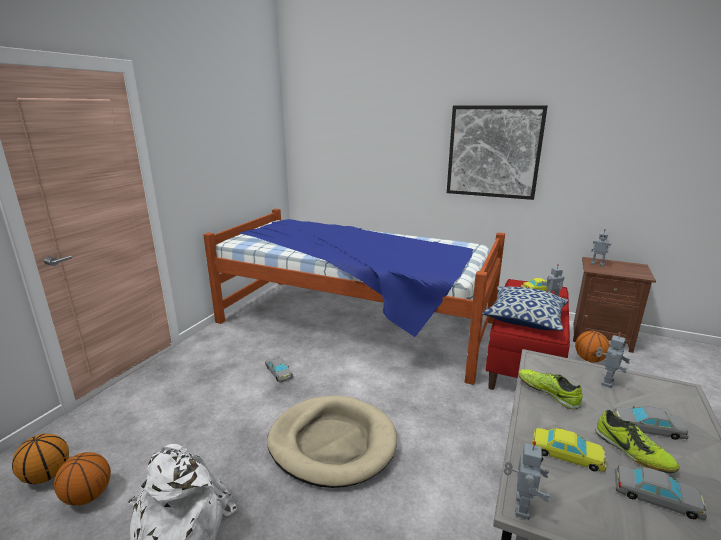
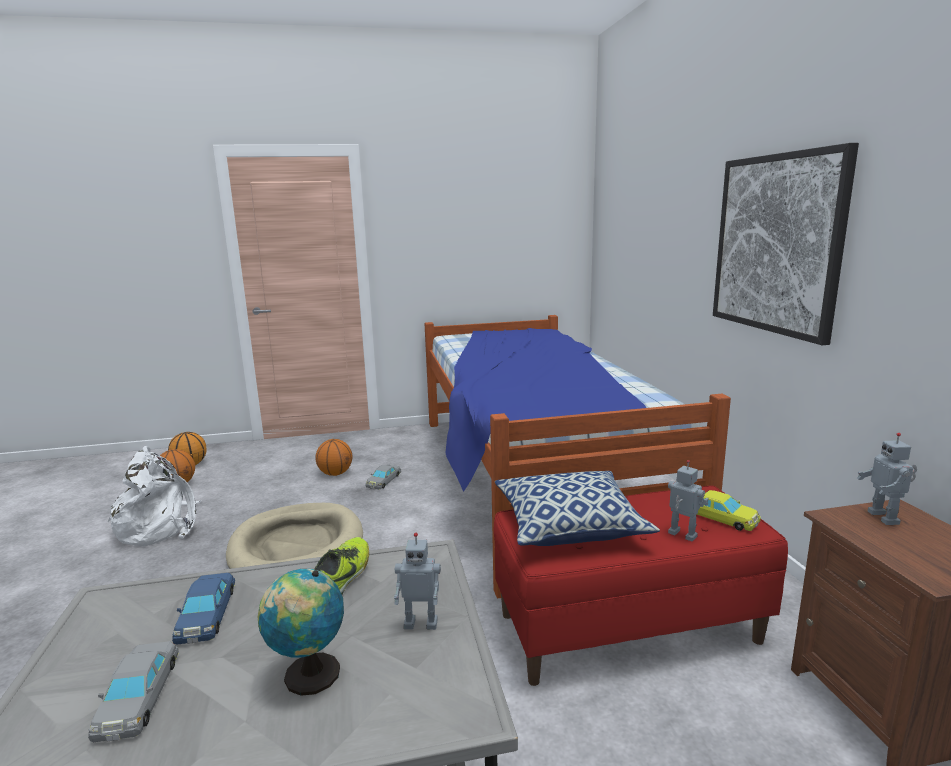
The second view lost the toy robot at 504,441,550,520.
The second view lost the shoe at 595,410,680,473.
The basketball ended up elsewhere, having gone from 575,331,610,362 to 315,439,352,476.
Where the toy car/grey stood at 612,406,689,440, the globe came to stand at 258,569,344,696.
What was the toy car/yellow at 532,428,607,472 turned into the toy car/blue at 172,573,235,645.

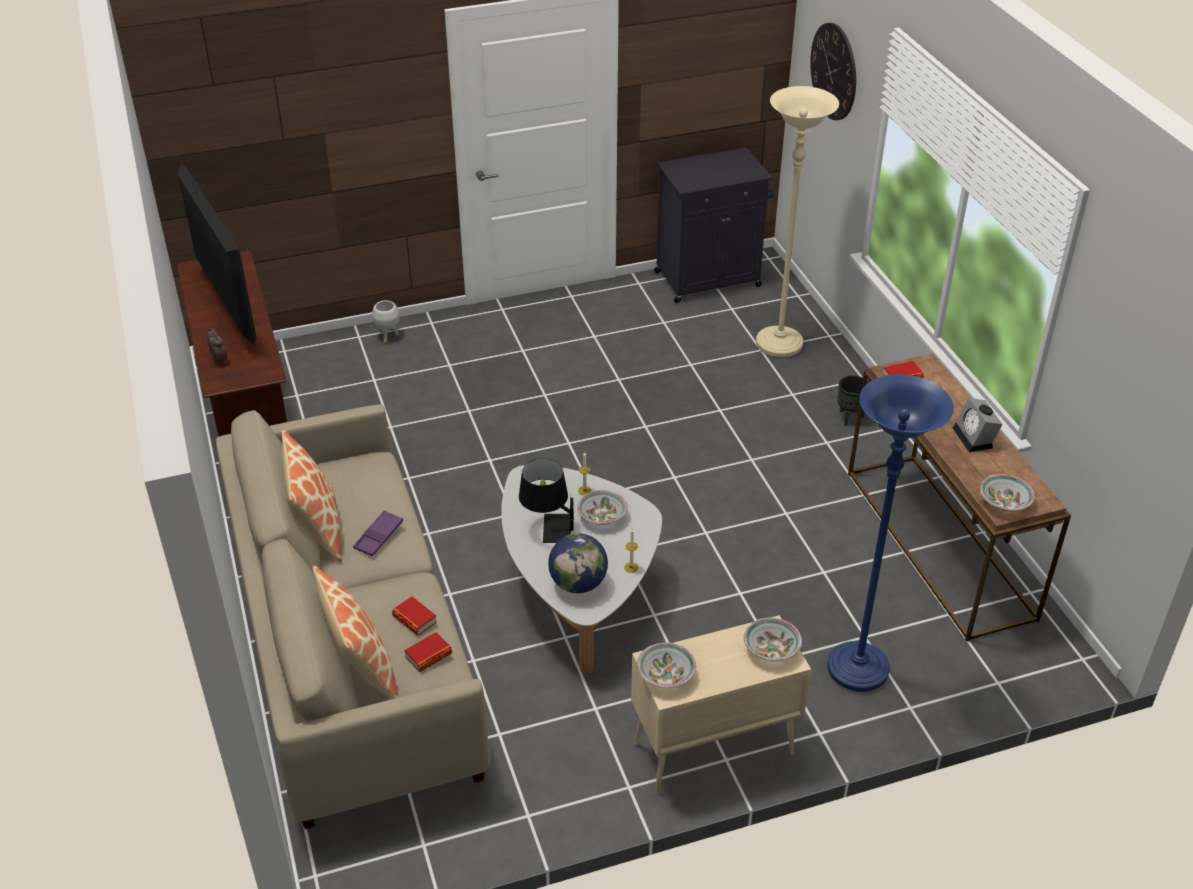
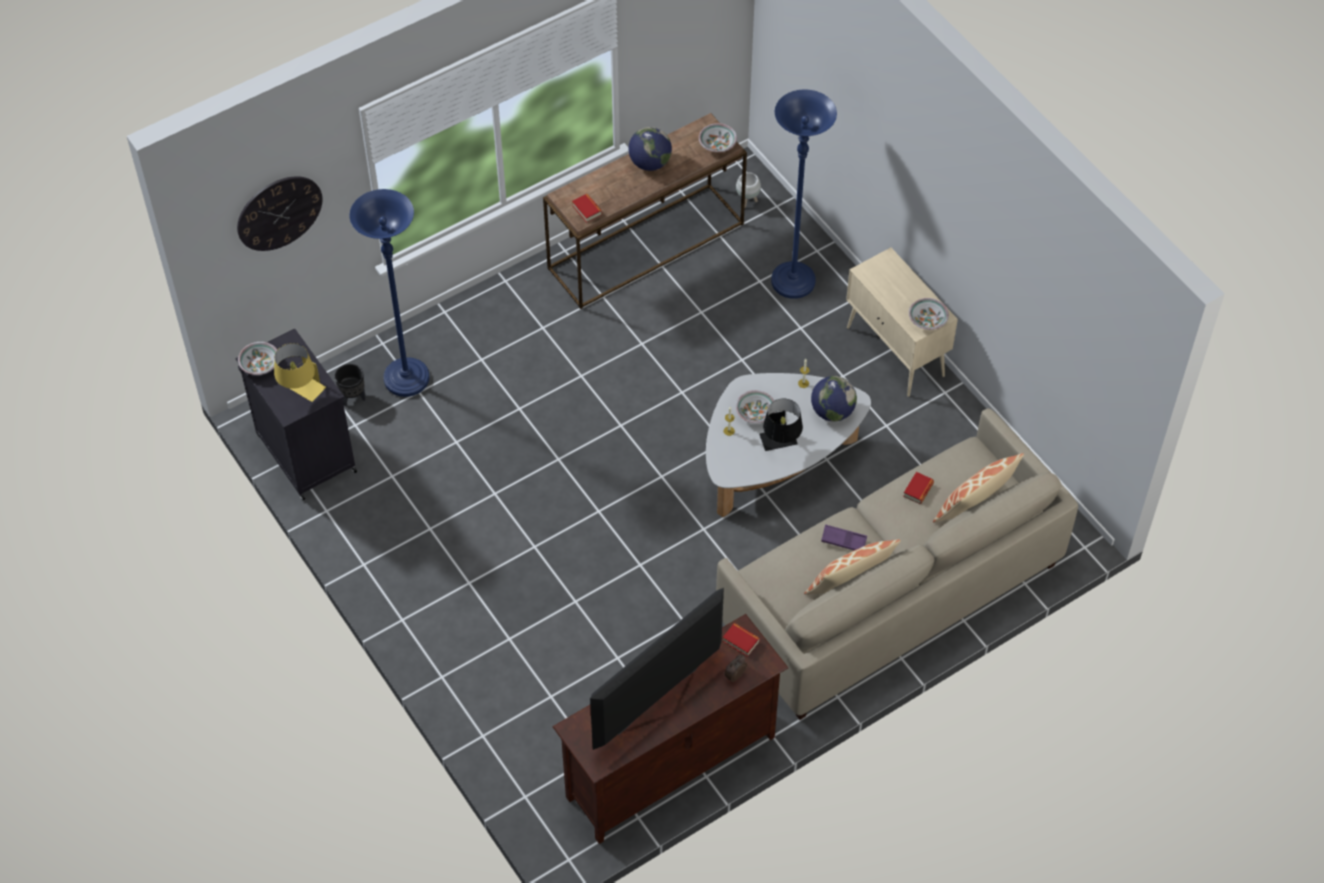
The second view gained the table lamp/yellow at 274,343,326,402.
The planter/white ended up elsewhere, having gone from 372,300,400,343 to 736,172,761,209.
The book ended up elsewhere, having gone from 404,632,452,672 to 723,623,760,657.
The bowl ended up elsewhere, having gone from 743,618,802,662 to 238,342,277,375.
The planter/black ended up elsewhere, having gone from 837,375,869,426 to 335,364,366,406.
Where the alarm clock stood at 953,398,1003,452, the globe came to stand at 628,127,672,171.
What was the floor lamp/beige at 756,86,839,357 turned into the floor lamp/blue at 349,189,430,397.

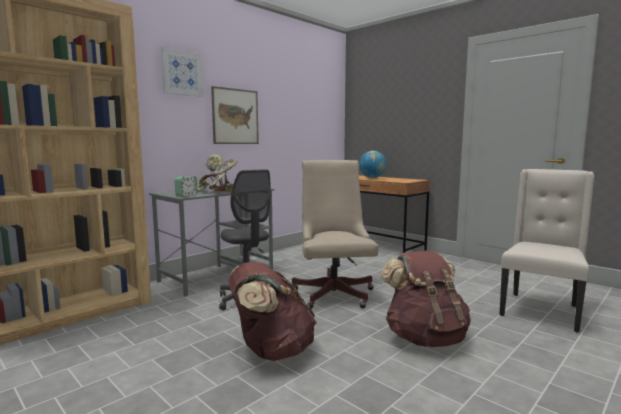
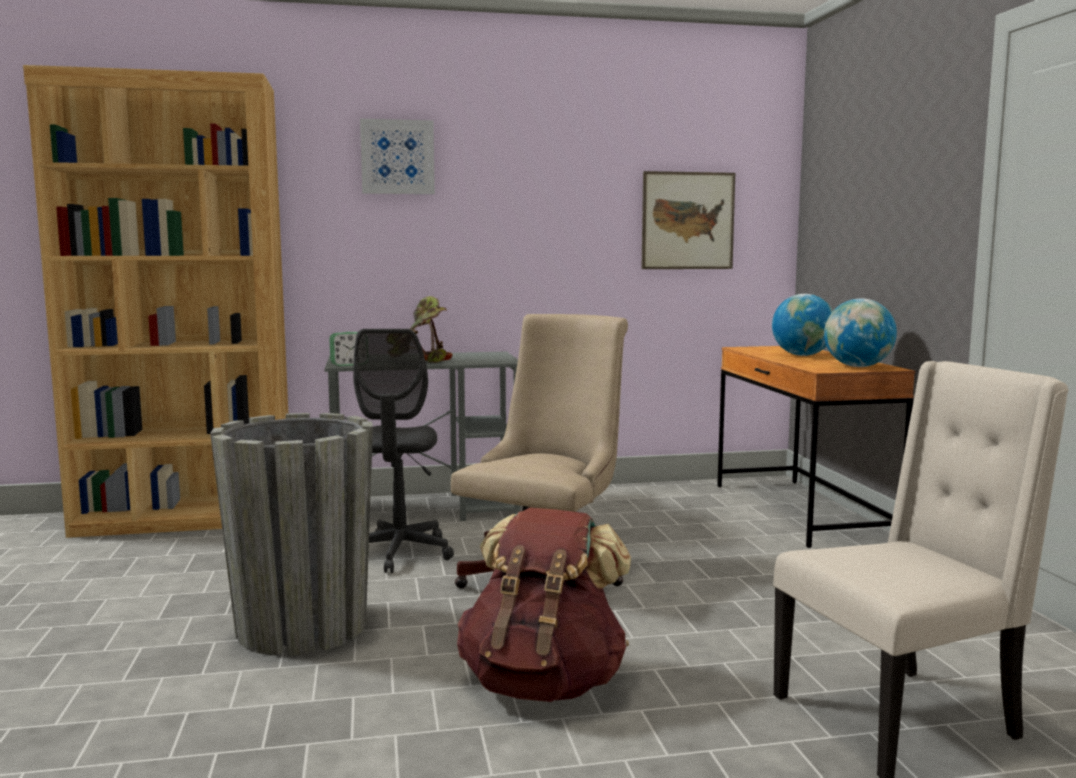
The second view gained the globe at 824,298,897,367.
The picture ended up elsewhere, having gone from 211,86,259,144 to 641,171,735,269.
Where the backpack/brown stood at 228,262,317,361, the planter/grey came to stand at 210,413,373,656.

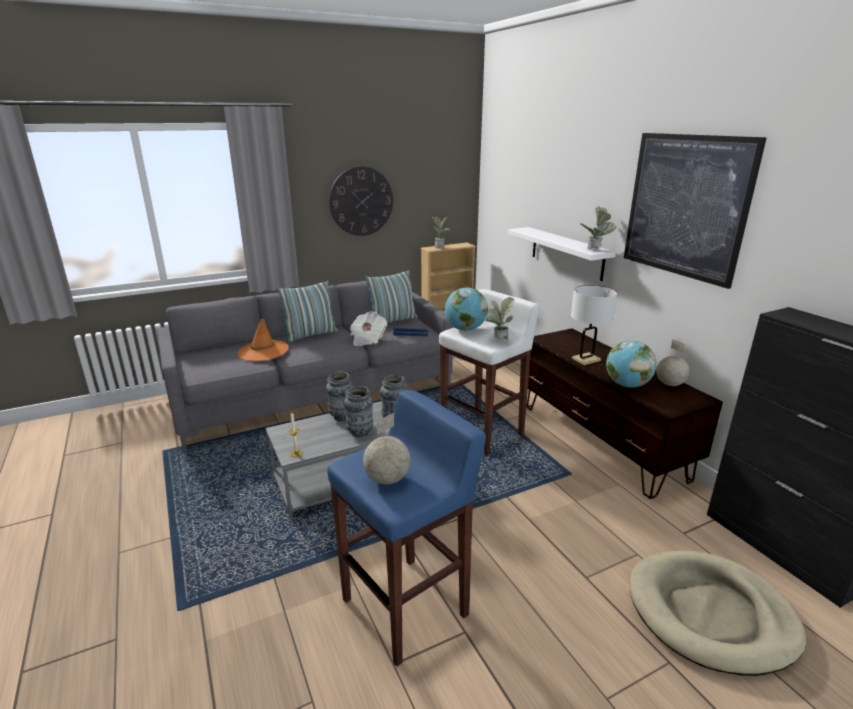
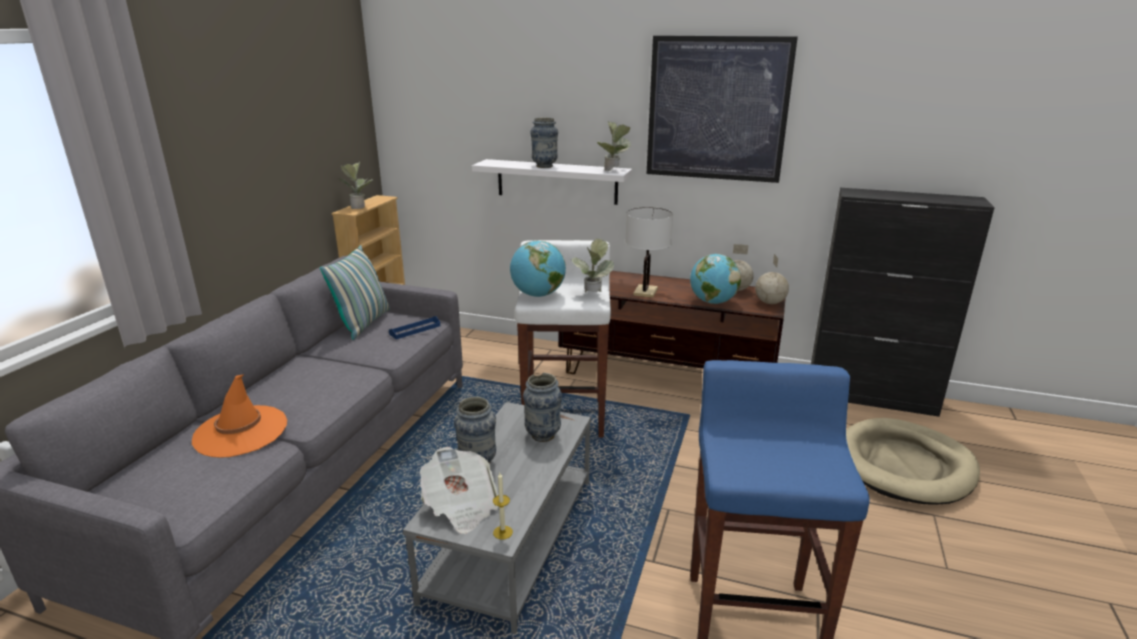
The second view lost the pillow at 277,281,338,343.
The second view lost the wall clock at 329,166,393,236.
The vase ended up elsewhere, having gone from 344,386,373,438 to 530,118,558,168.
The newspaper ended up elsewhere, having gone from 350,311,387,346 to 420,447,499,534.
The globe ended up elsewhere, having gone from 363,413,410,484 to 755,254,789,304.

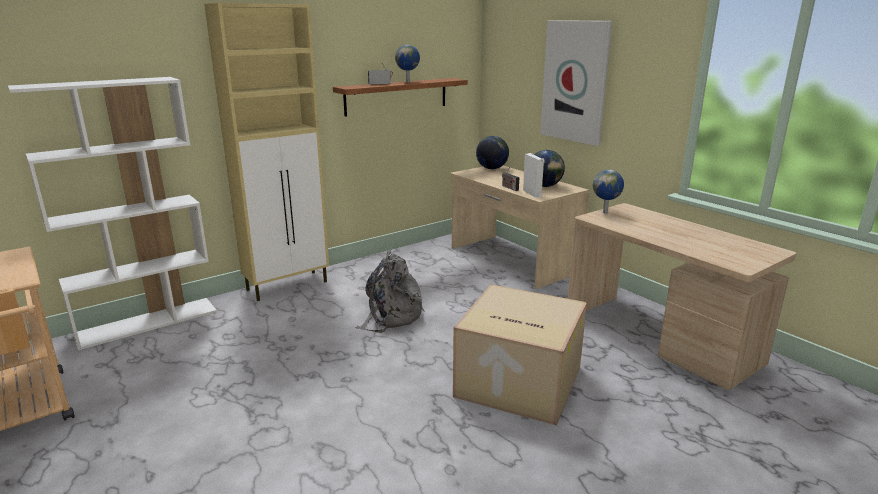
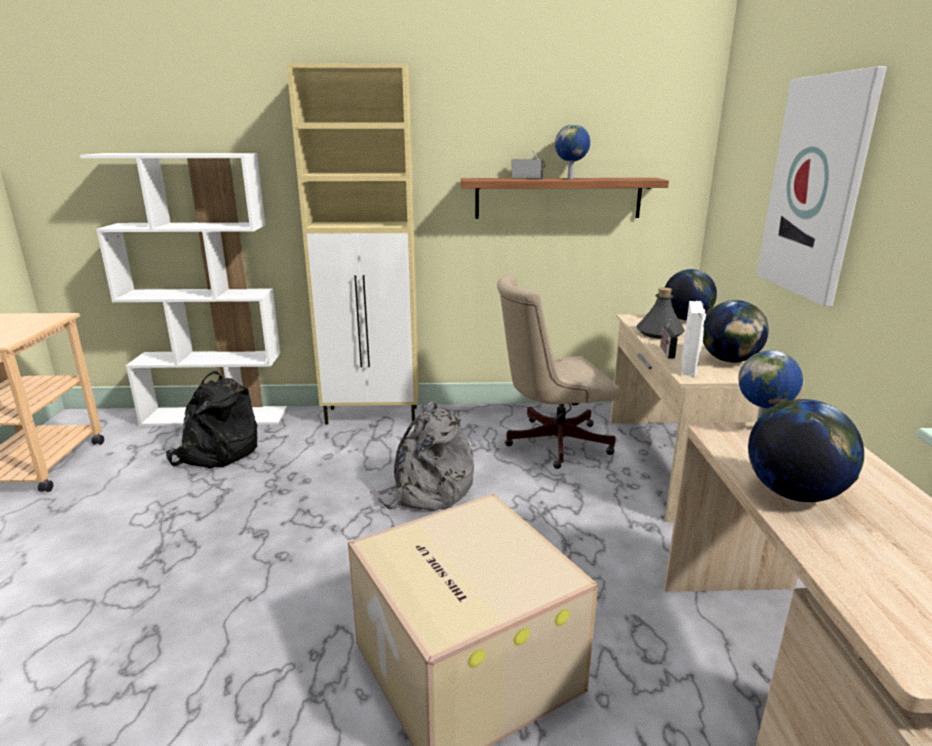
The second view gained the backpack/black at 166,371,257,469.
The second view gained the office chair/beige at 497,274,620,469.
The second view gained the bottle/grey at 637,287,685,339.
The second view gained the globe at 748,399,864,502.

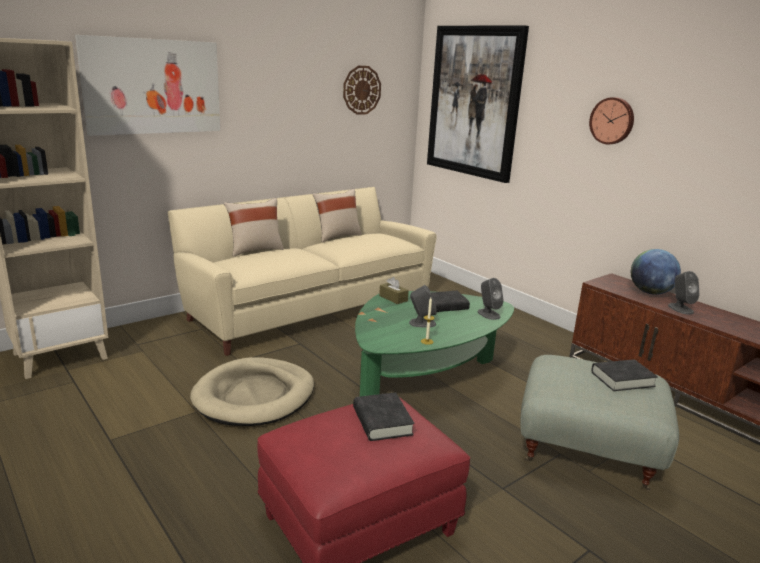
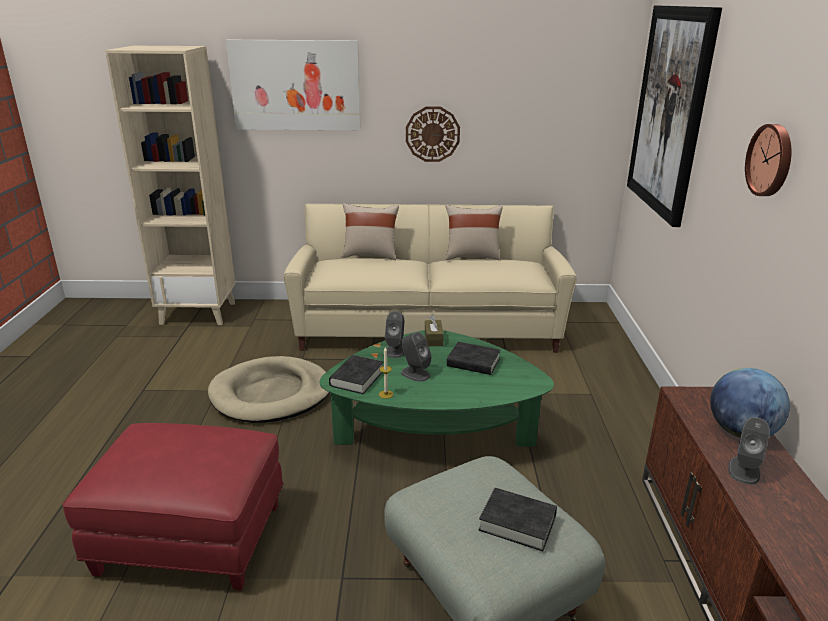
The wall clock ended up elsewhere, having gone from 343,66,381,115 to 406,107,460,162.
The book/black ended up elsewhere, having gone from 353,392,414,441 to 329,355,384,394.
The speaker/grey ended up elsewhere, having gone from 477,278,504,320 to 385,311,404,358.

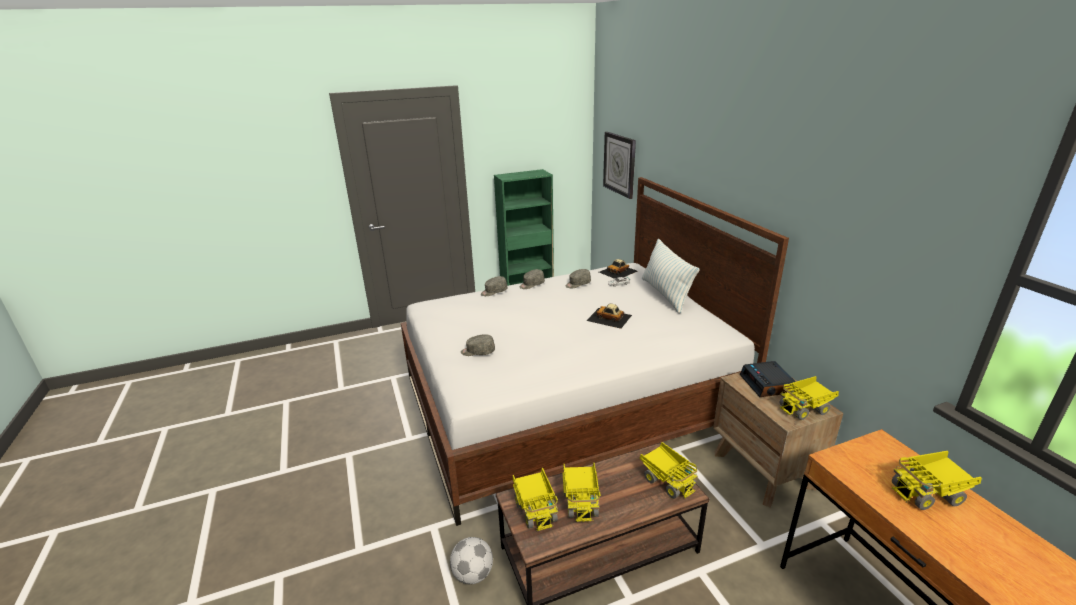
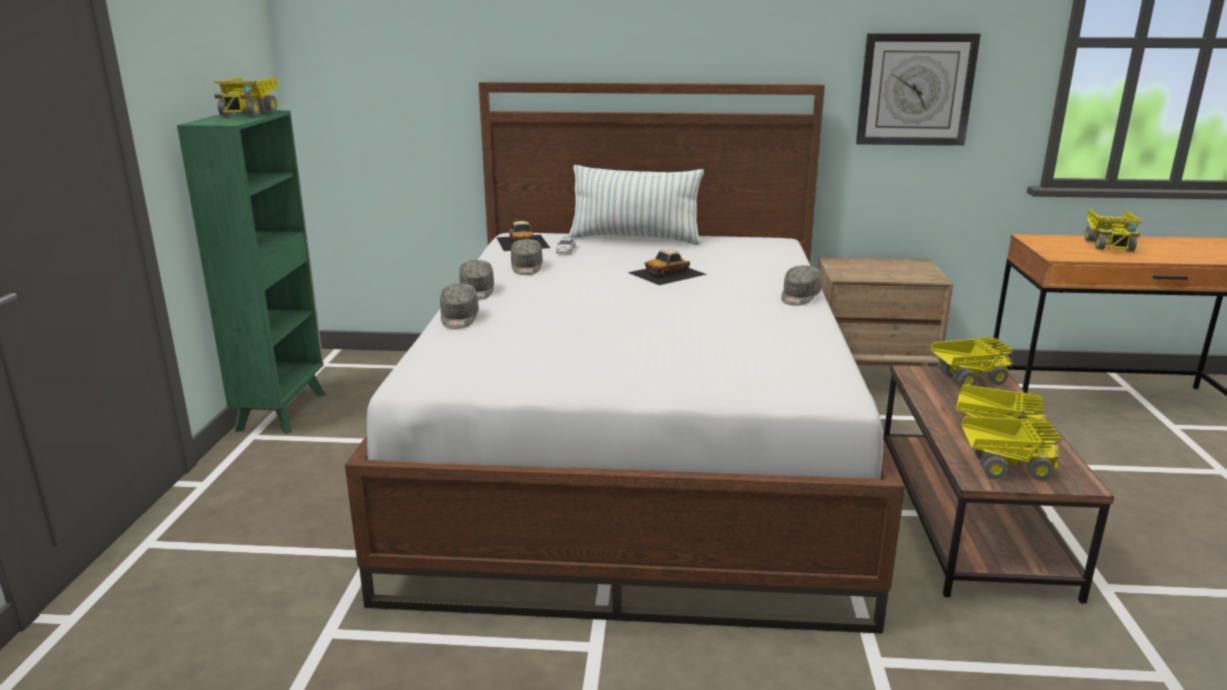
The second view lost the football at 450,537,493,584.
The second view lost the alarm clock at 740,361,796,397.
The cap/grey ended up elsewhere, having gone from 461,334,495,356 to 781,265,821,306.
The wall clock ended up elsewhere, having gone from 603,132,636,199 to 856,33,981,146.
The toy truck ended up elsewhere, having gone from 780,376,839,420 to 213,78,278,117.

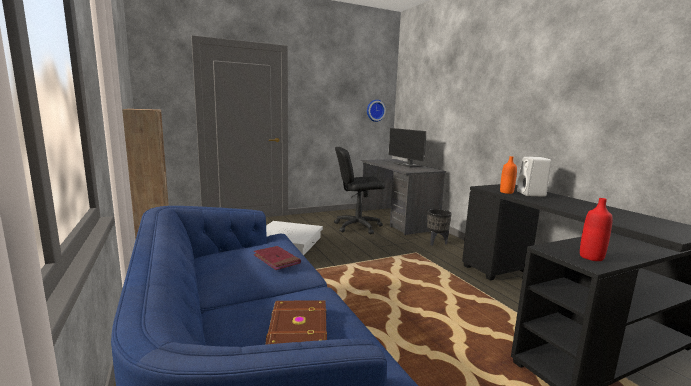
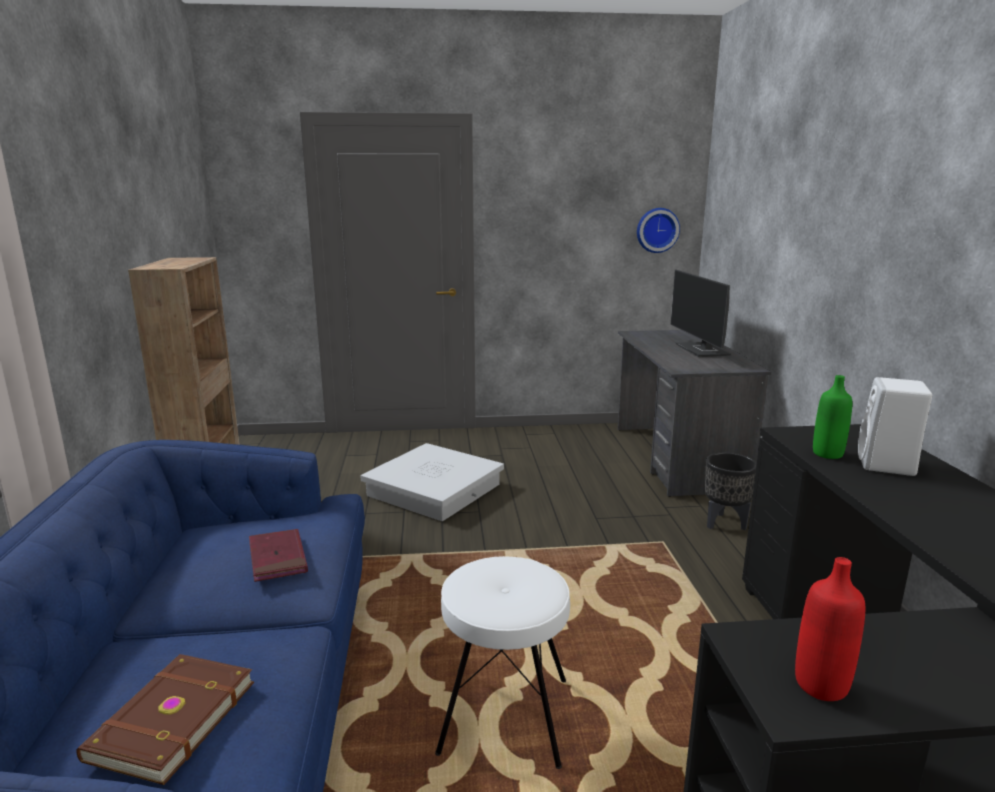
The second view lost the office chair/black at 334,147,385,234.
The second view gained the stool/white at 435,556,570,769.
What was the bottle/orange at 500,156,517,194 turned into the bottle/green at 813,375,852,459.

